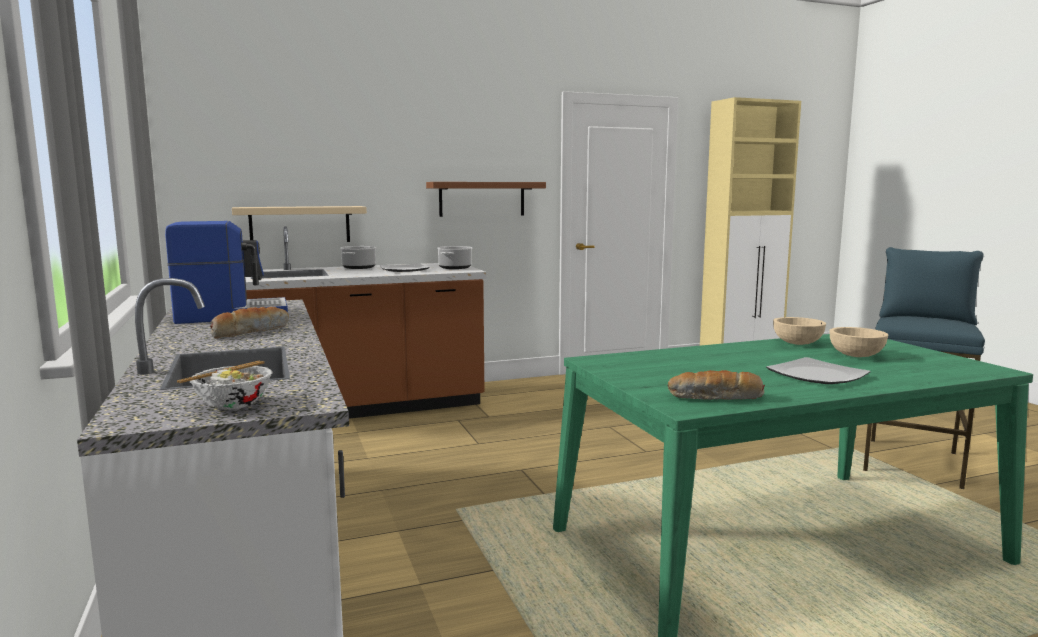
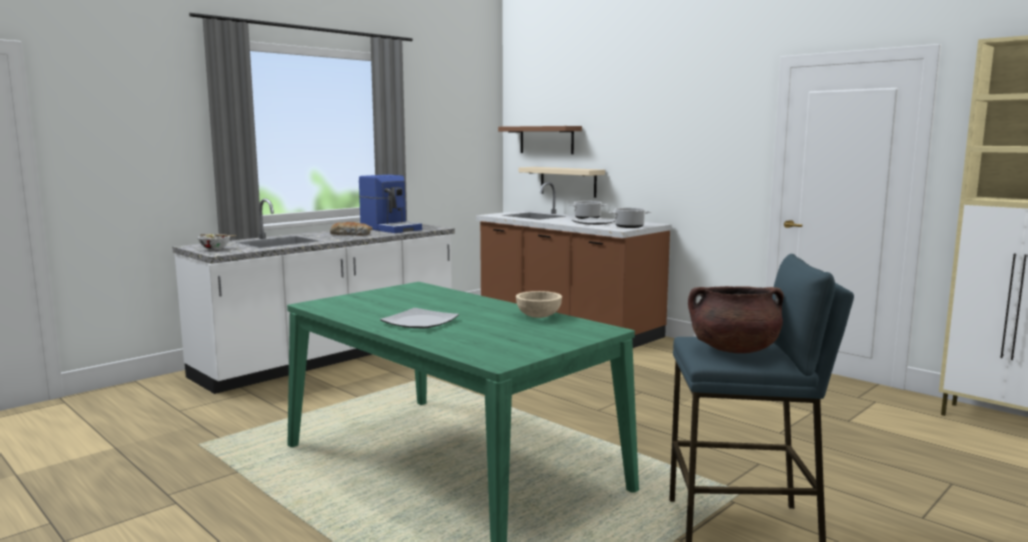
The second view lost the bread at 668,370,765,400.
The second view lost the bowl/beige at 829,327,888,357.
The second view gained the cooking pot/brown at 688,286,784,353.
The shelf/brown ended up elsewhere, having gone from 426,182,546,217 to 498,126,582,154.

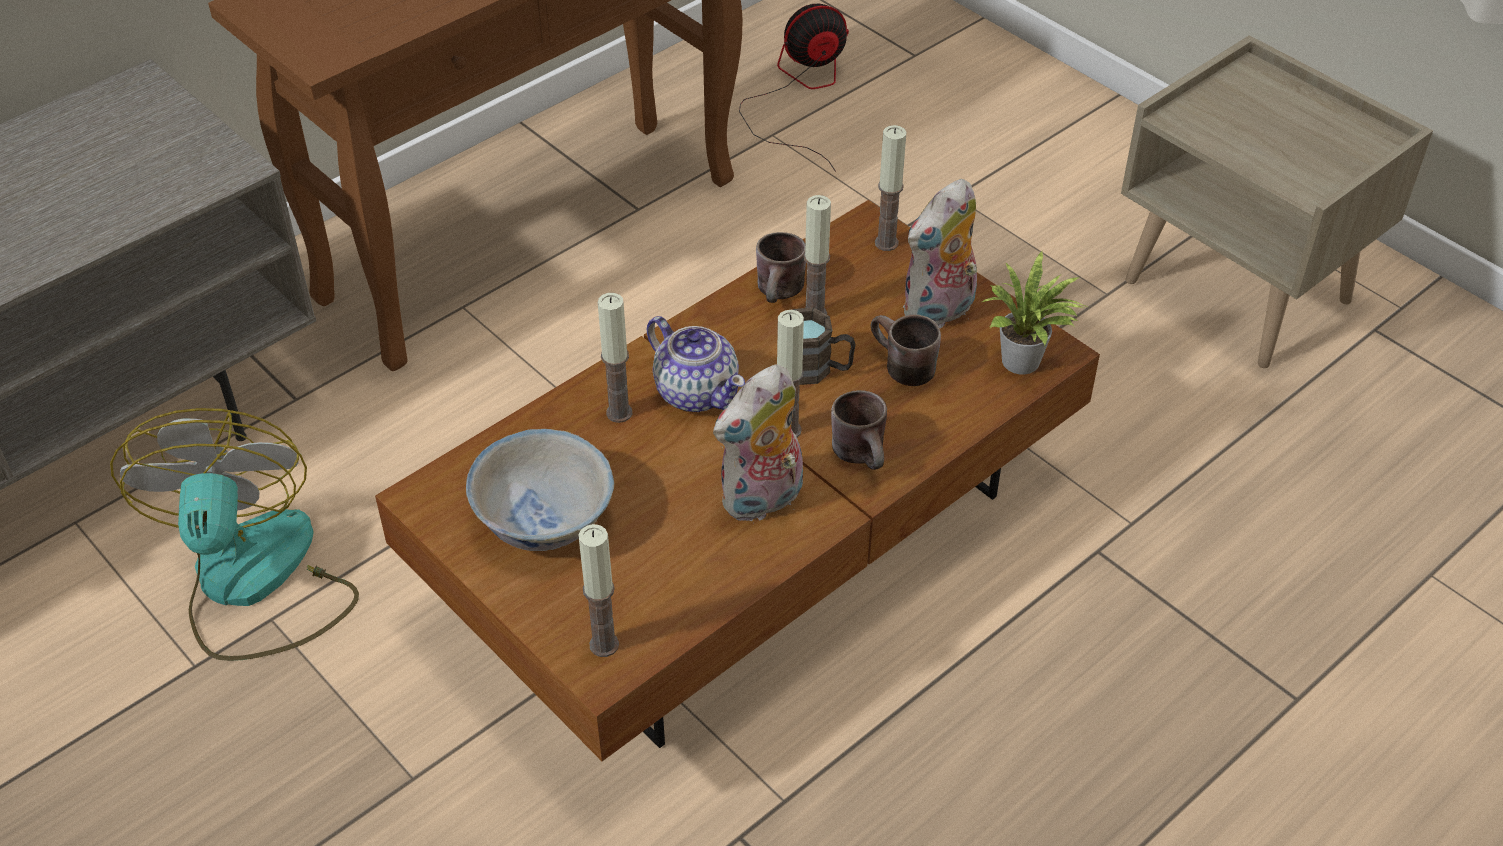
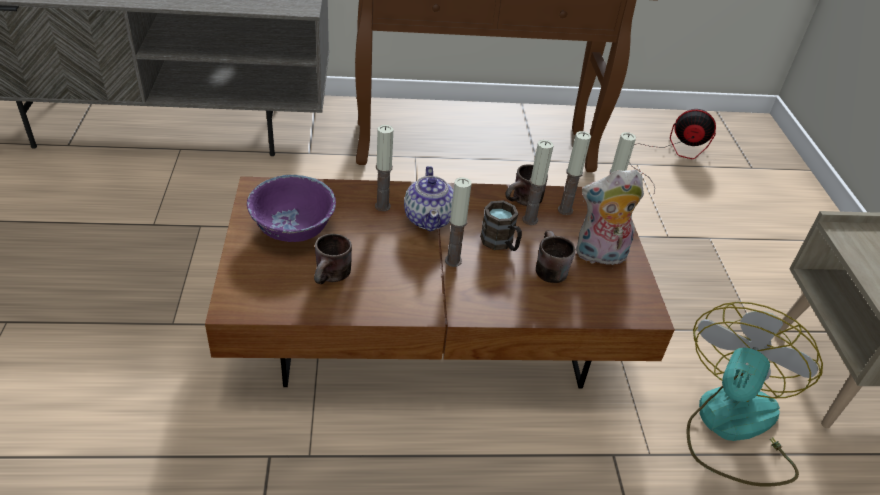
The second view lost the plush toy at 713,365,803,523.
The second view lost the potted plant at 982,250,1087,374.
The fan ended up elsewhere, having gone from 110,408,359,661 to 687,302,823,487.
The candle ended up elsewhere, having gone from 578,524,619,657 to 558,131,591,215.
The mug/brown ended up elsewhere, having gone from 831,390,887,470 to 314,234,352,284.
What was the bowl/white at 466,429,615,551 turned into the bowl/purple at 247,175,336,242.

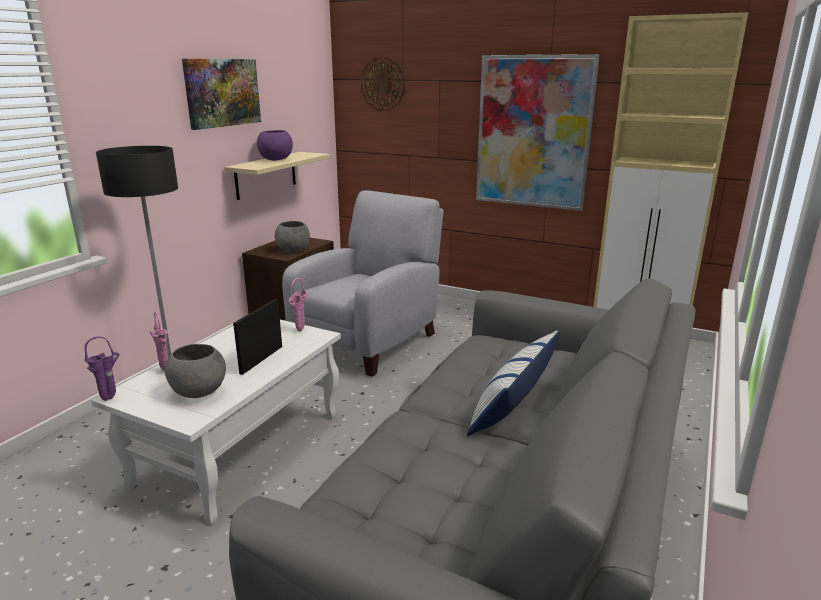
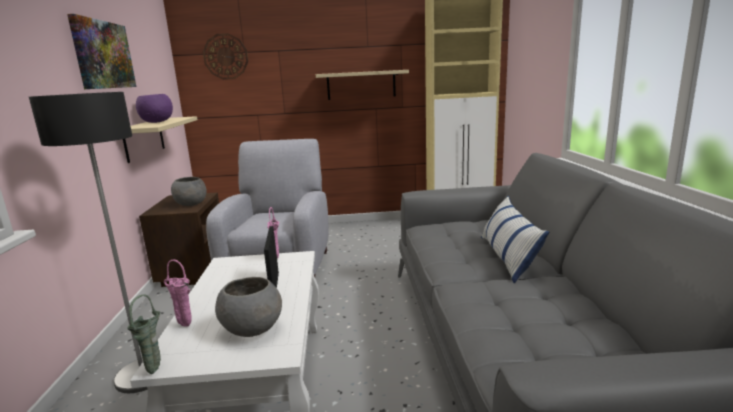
Where the picture hung at 476,54,600,211, the shelf/beige came to hang at 316,70,409,100.
What was the vase/purple at 84,337,120,401 turned into the vase/green at 127,294,161,374.

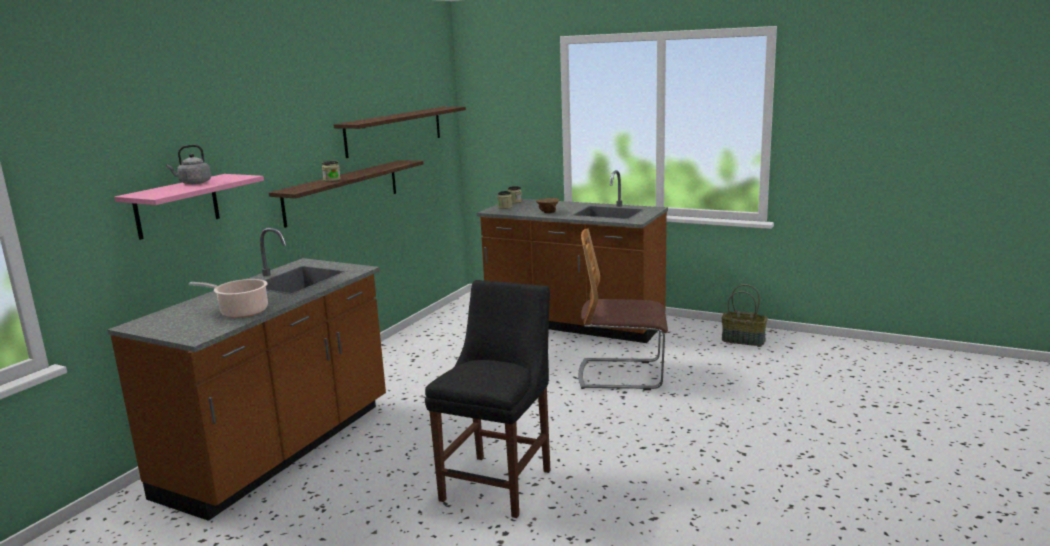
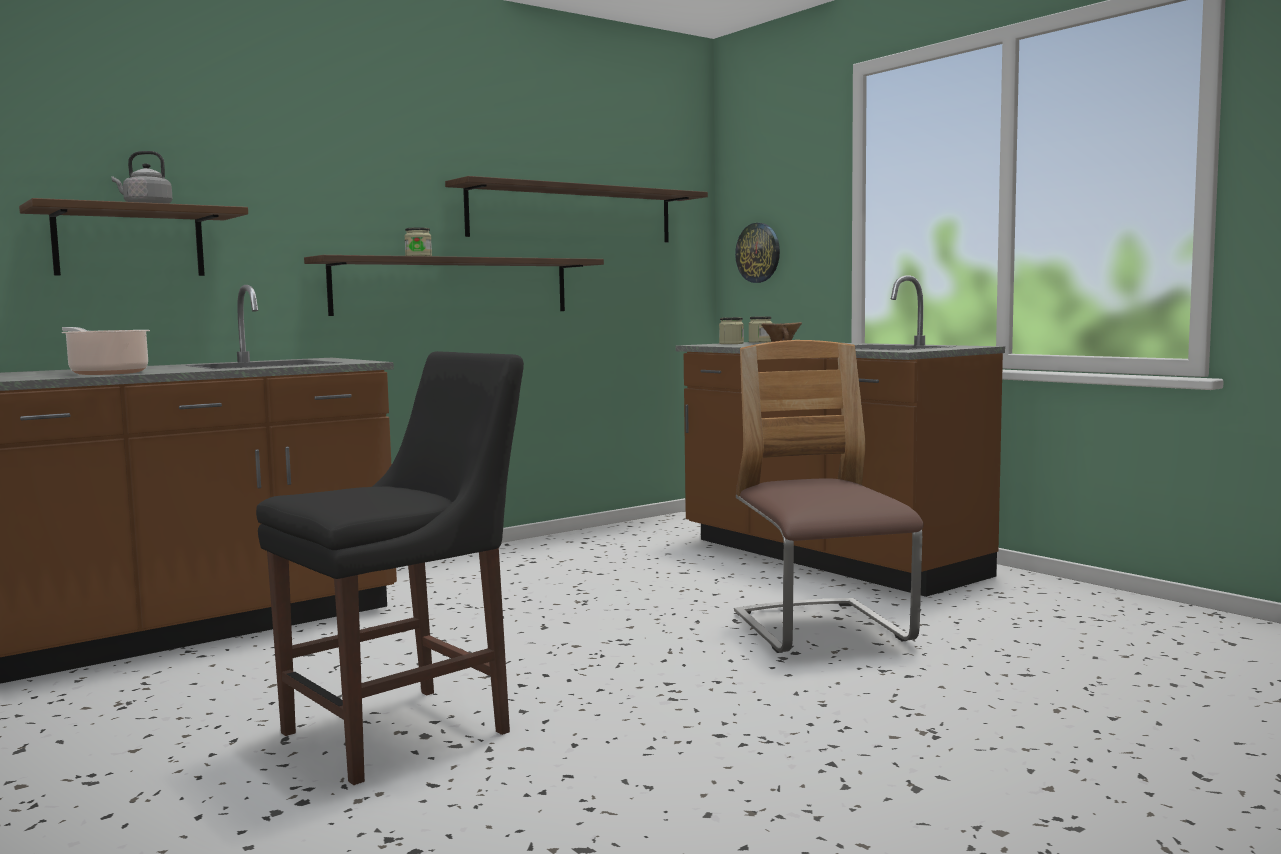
The second view lost the basket at 721,284,768,346.
The second view gained the wall clock at 735,223,780,283.
What was the shelf/pink at 114,174,264,240 turned into the shelf/brown at 19,198,248,276.
The chair at 578,228,668,390 ended up facing another way, 45 degrees clockwise from before.

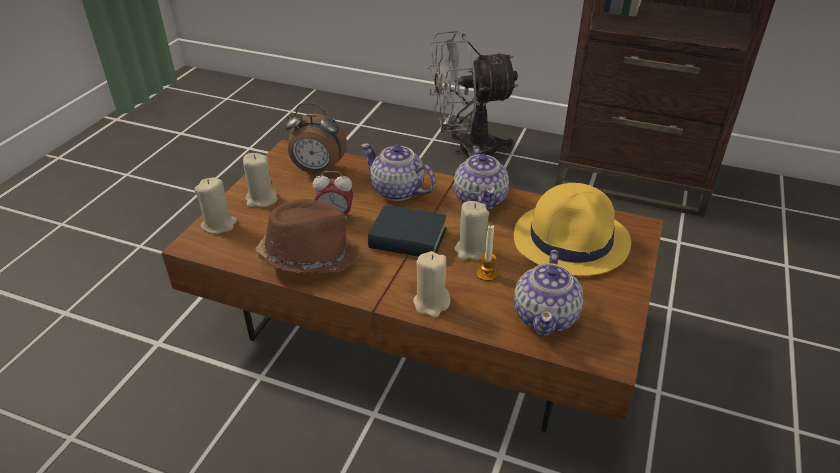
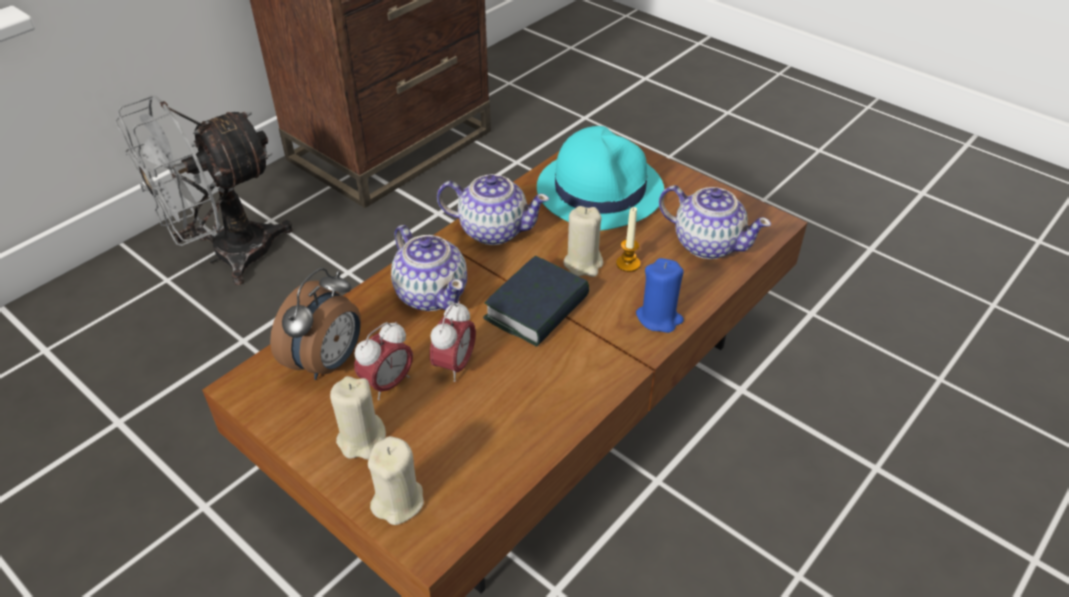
The second view lost the hat/brown at 256,199,358,273.
The second view gained the alarm clock at 354,321,413,400.
What was the candle/beige at 413,251,450,318 turned into the candle/blue at 636,258,684,333.
What was the hat/yellow at 514,183,631,276 turned into the hat/turquoise at 537,126,664,231.
The teapot at 361,143,436,201 ended up facing another way, 90 degrees counterclockwise from before.
The fan/grey at 428,31,519,158 ended up facing another way, 45 degrees clockwise from before.

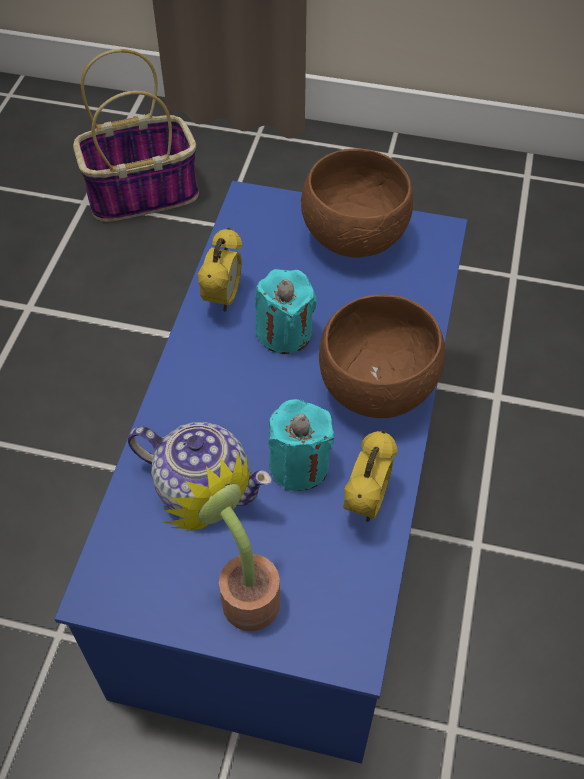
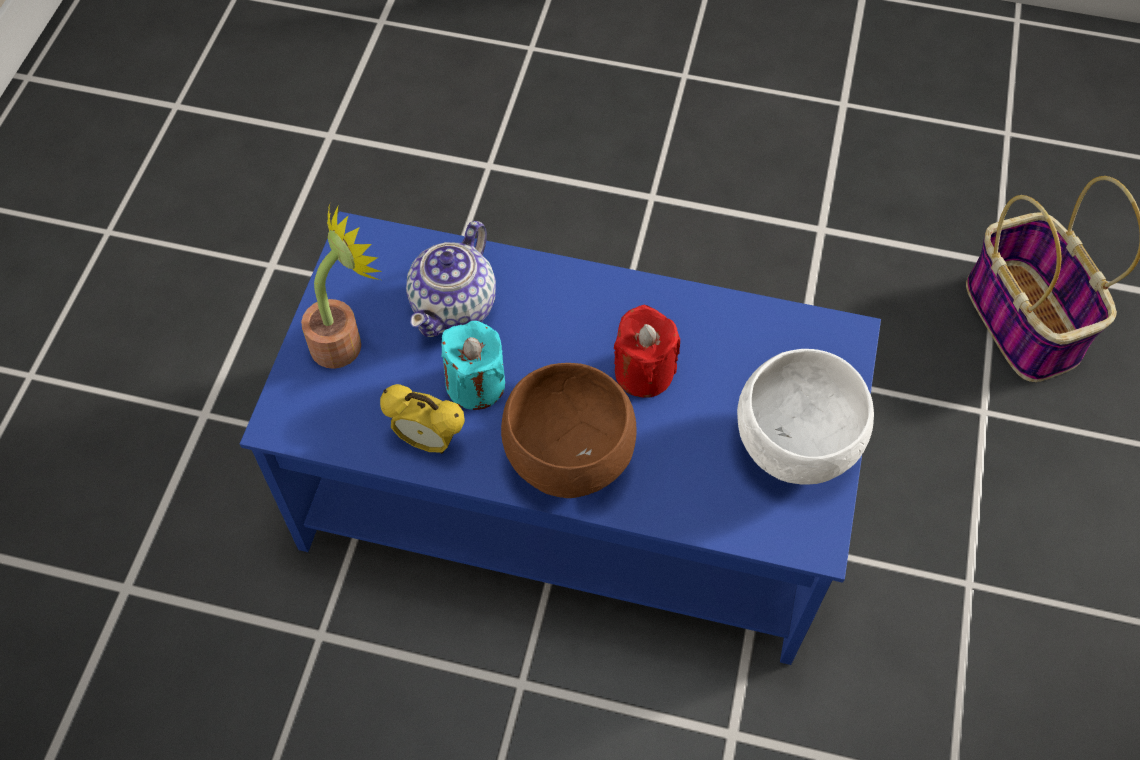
The second view lost the alarm clock at 197,227,242,312.
What was the candle/turquoise at 255,269,317,354 turned into the candle/red at 614,304,680,398.
What was the bowl/brown at 301,149,413,258 turned into the bowl/white at 737,349,874,485.

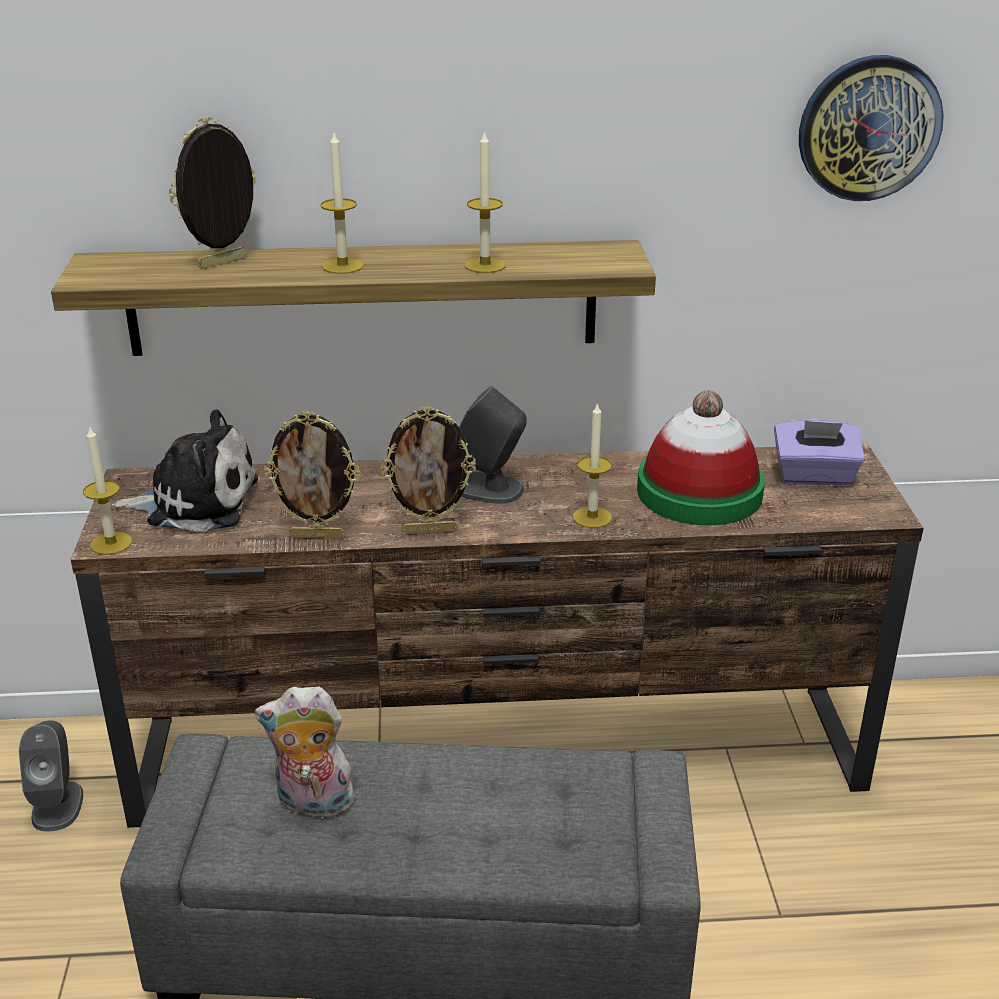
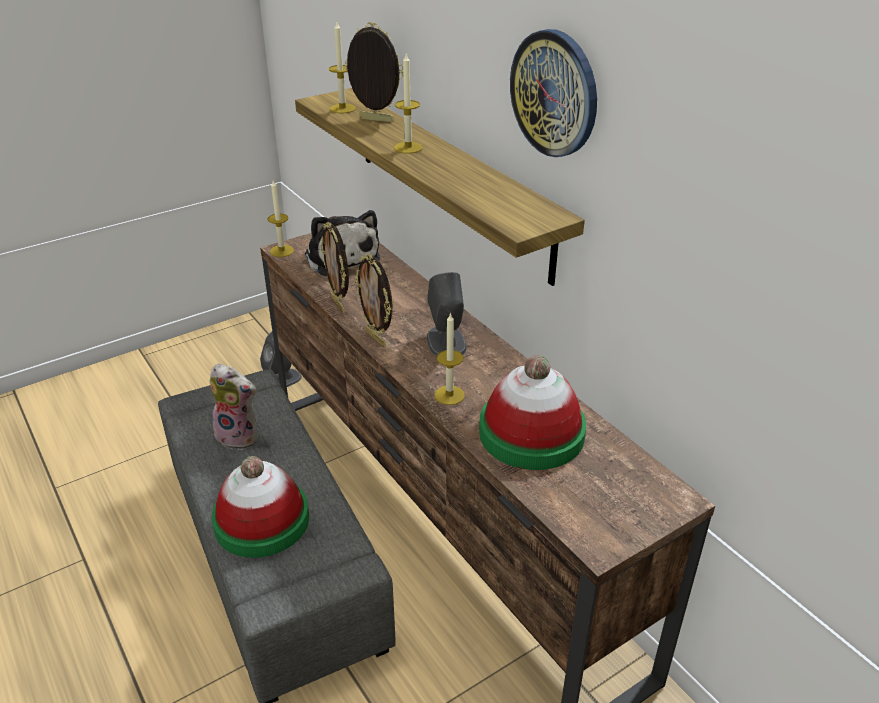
The second view lost the tissue box/purple at 774,420,865,485.
The second view gained the hat at 211,456,309,558.
The candle ended up elsewhere, having gone from 465,130,506,273 to 329,22,356,113.
The wall clock ended up elsewhere, having gone from 799,55,944,201 to 510,29,597,157.
The plush toy at 255,686,358,819 ended up facing another way, 135 degrees clockwise from before.

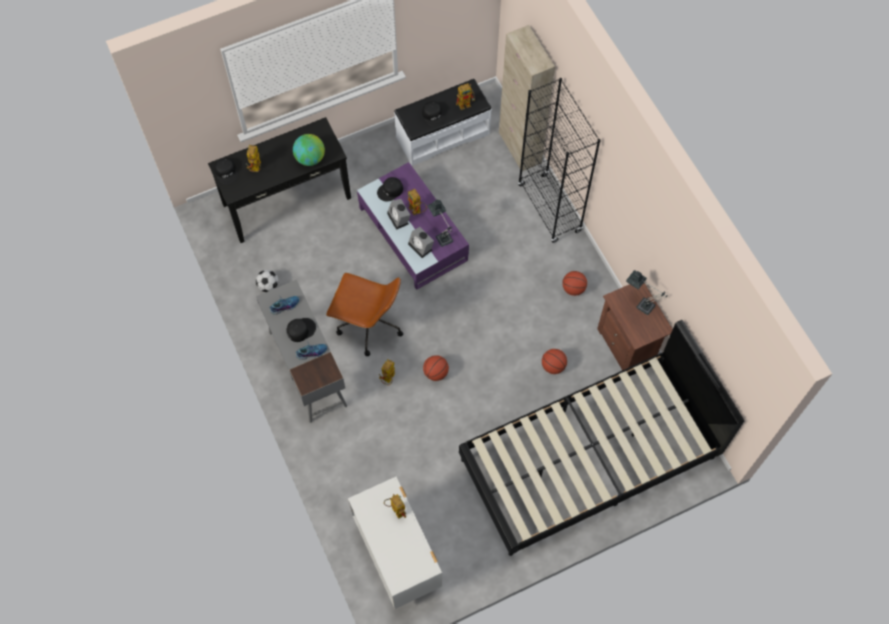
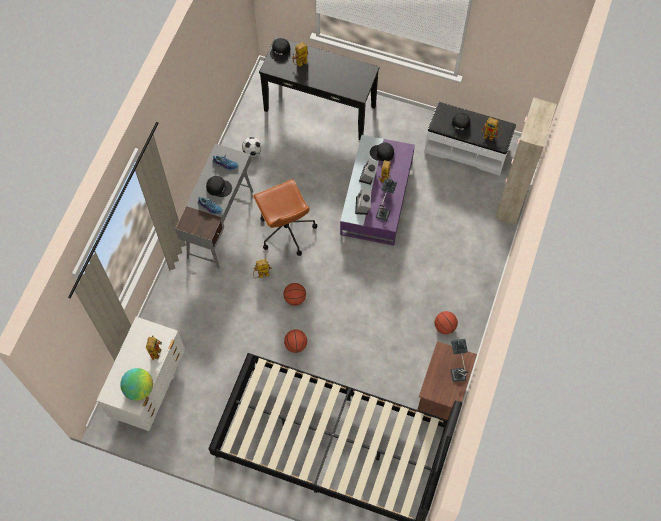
The second view lost the bookcase/black at 518,78,601,243.
The globe ended up elsewhere, having gone from 293,134,325,166 to 120,368,153,401.
The basketball ended up elsewhere, having gone from 542,349,567,374 to 284,329,307,353.

